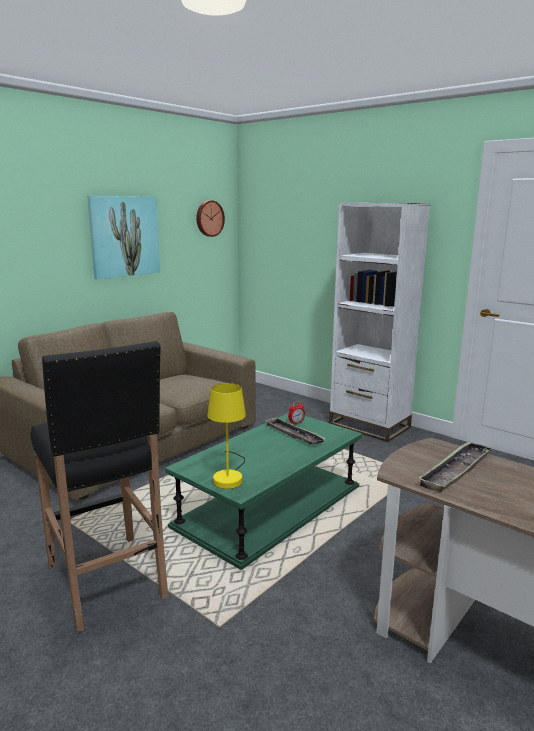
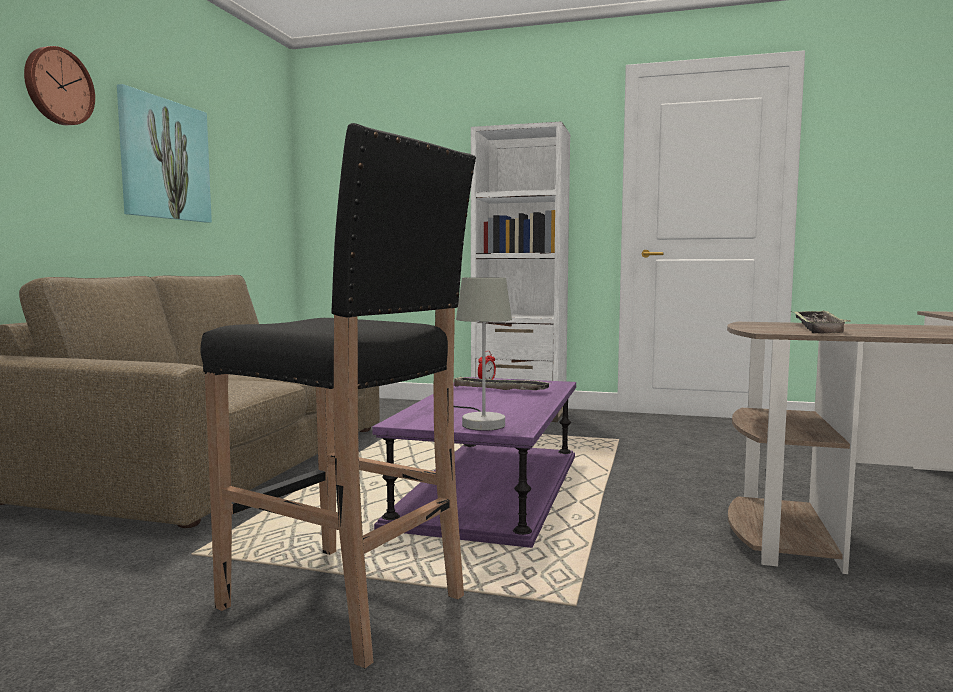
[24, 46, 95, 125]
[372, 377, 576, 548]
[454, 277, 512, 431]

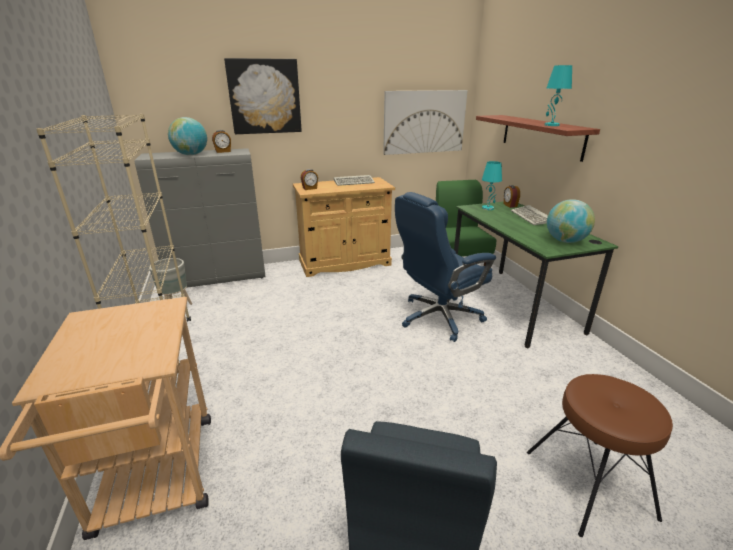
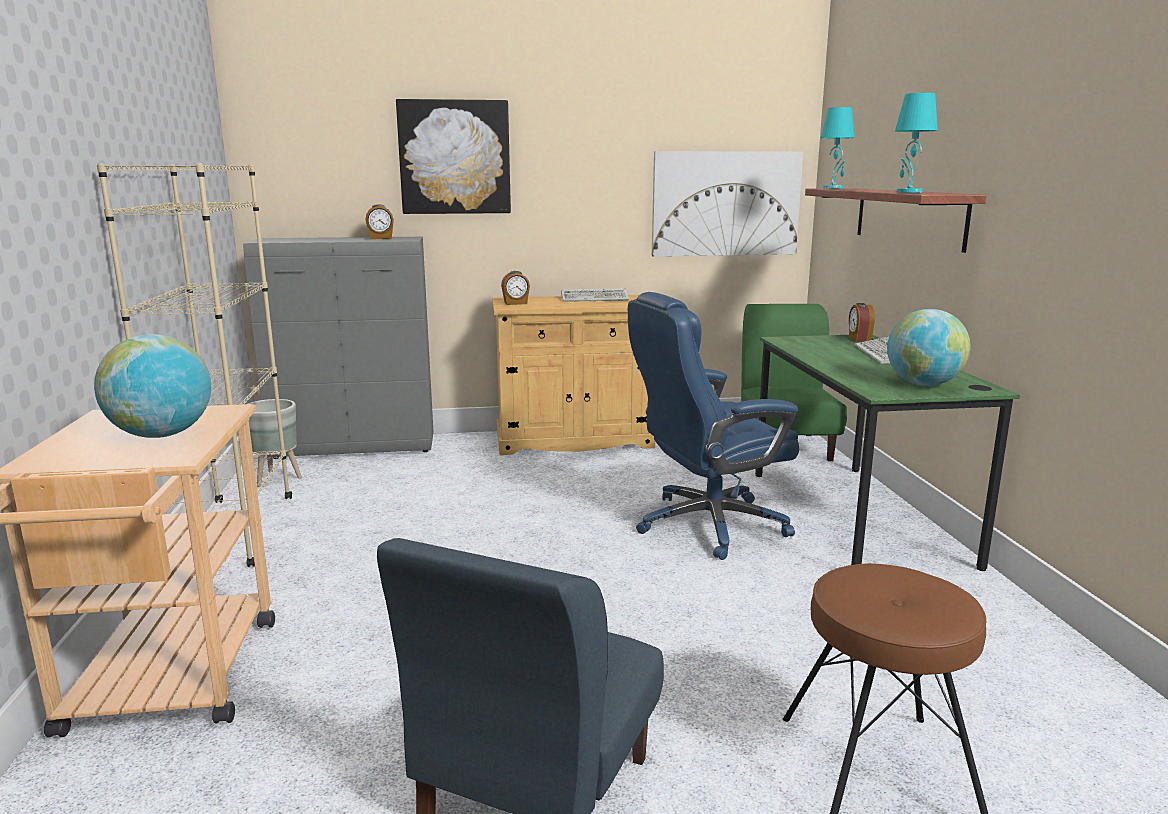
[94, 334, 211, 438]
[821, 107, 855, 189]

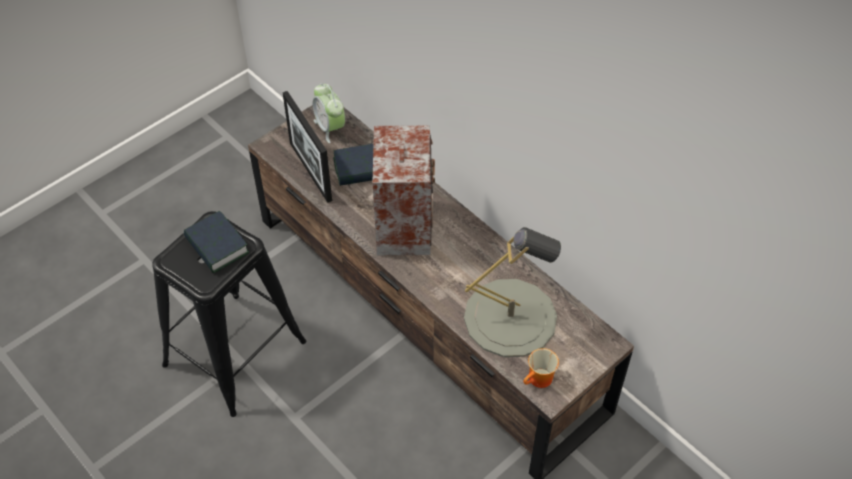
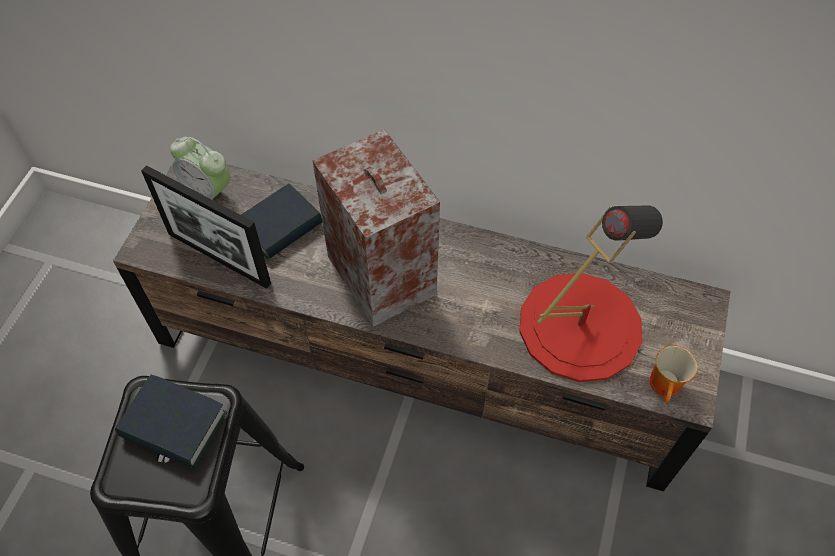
[519, 205, 663, 382]

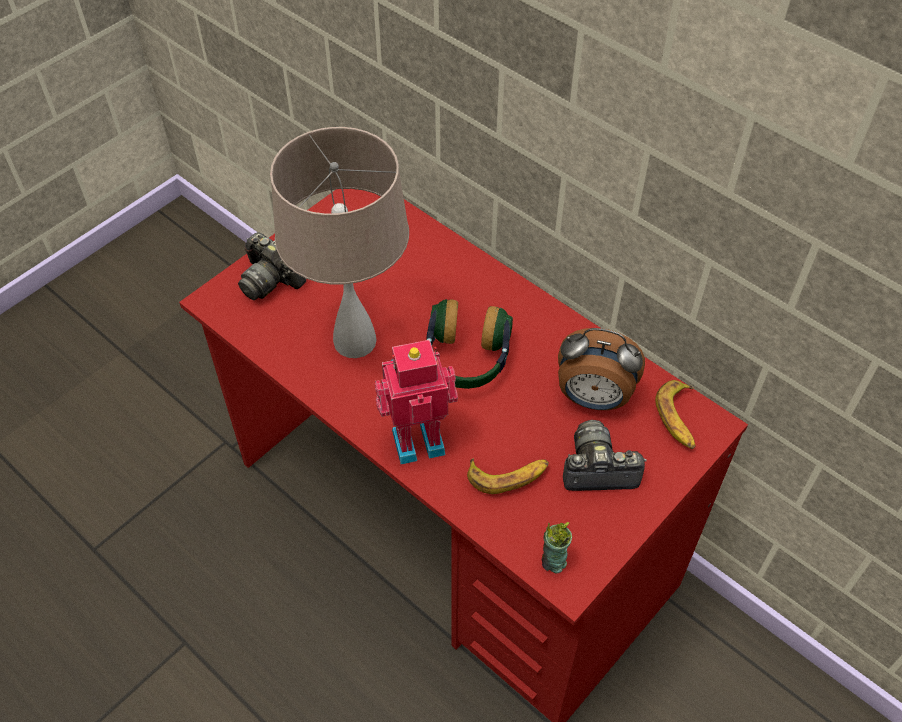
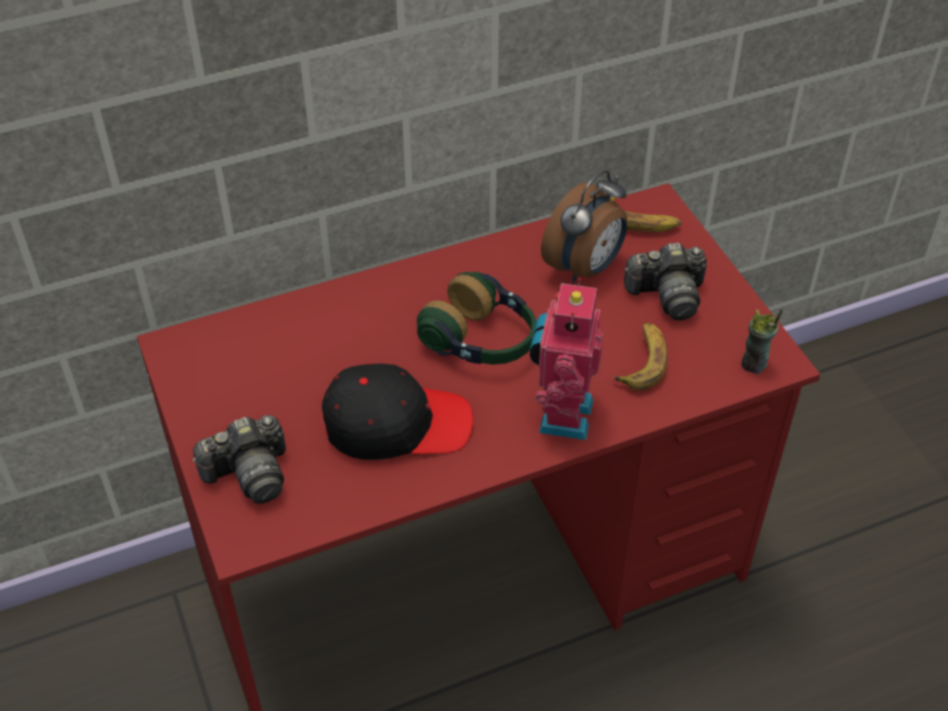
[322, 363, 473, 460]
[624, 243, 707, 320]

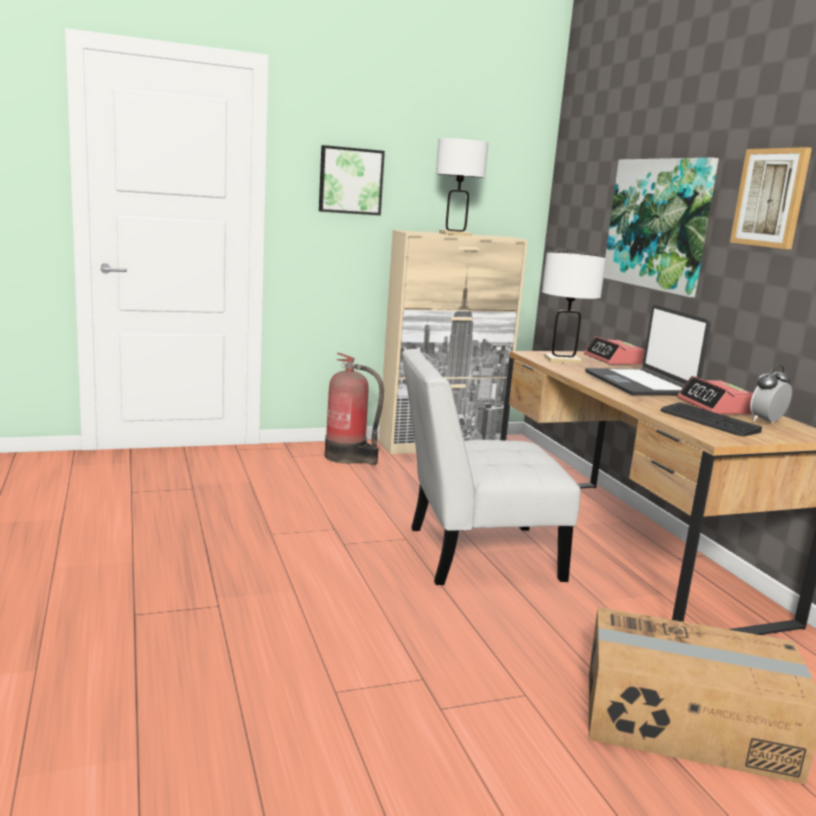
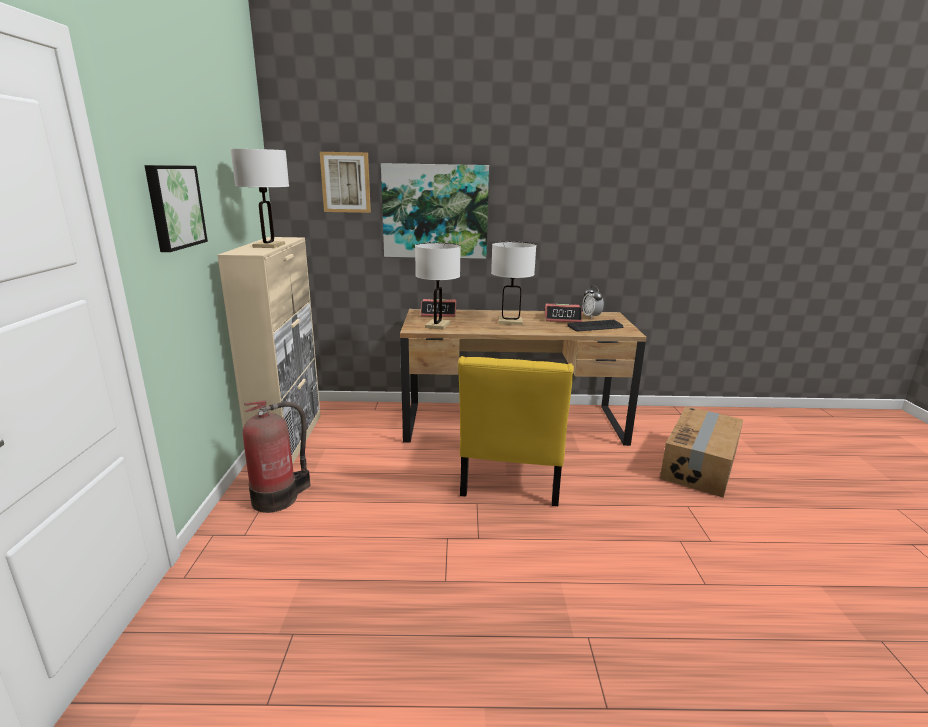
[320, 152, 371, 213]
[491, 242, 536, 325]
[458, 356, 574, 506]

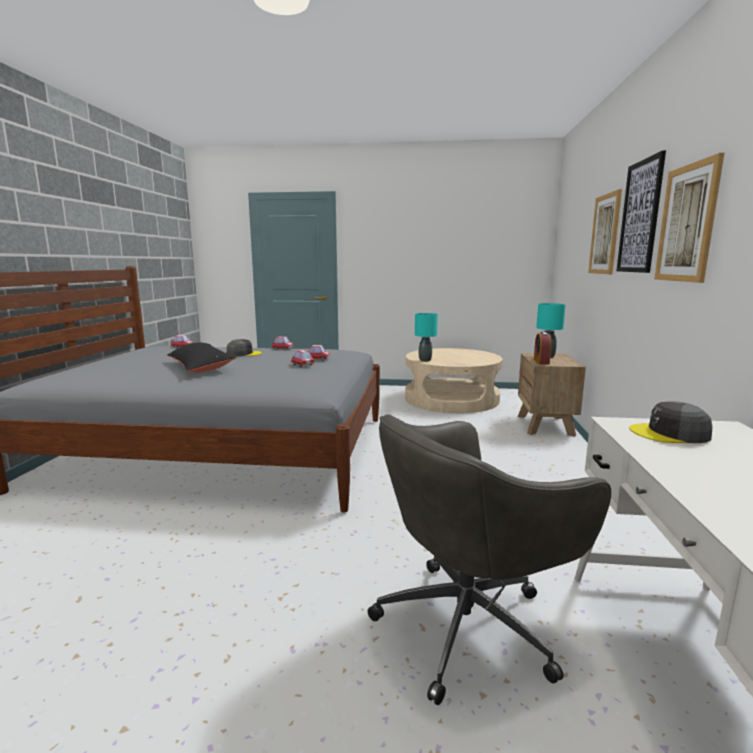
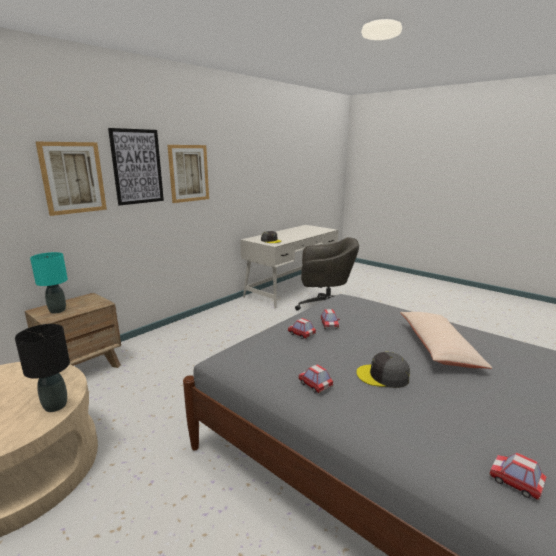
[534, 332, 551, 365] (first image)
[400, 312, 492, 369]
[15, 324, 70, 412]

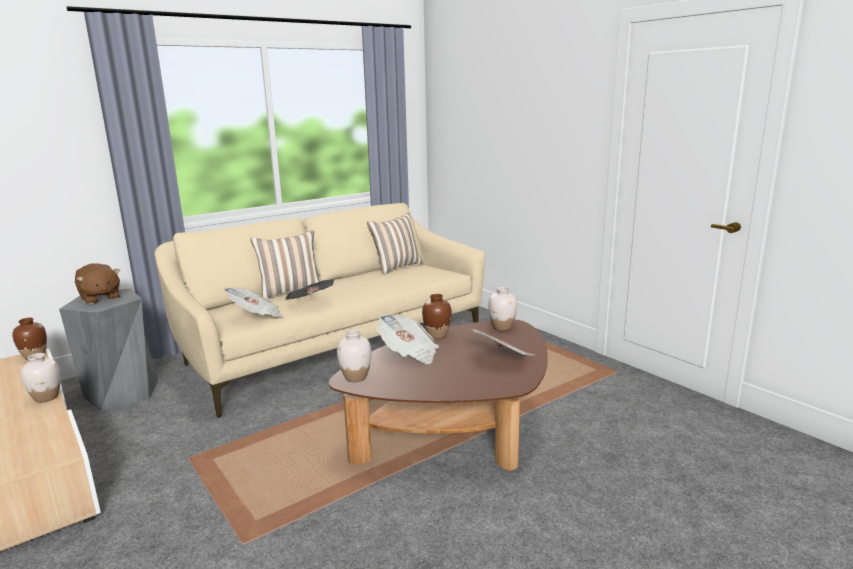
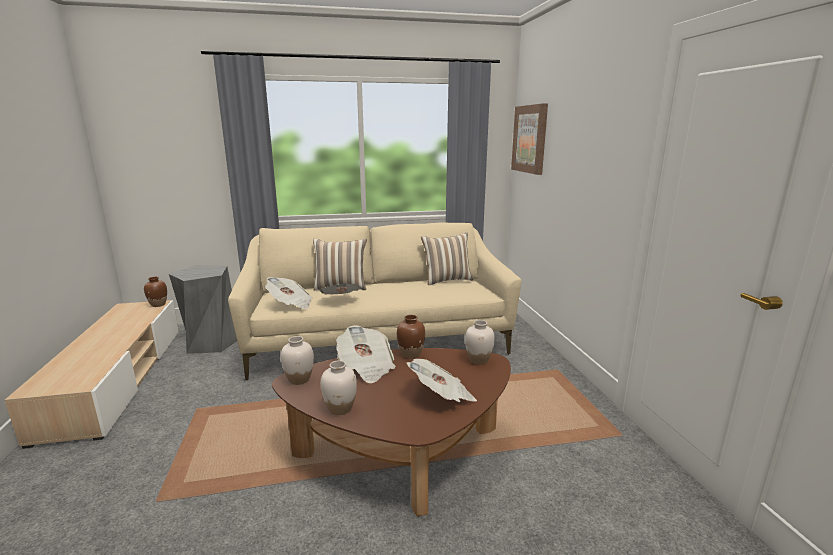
[75, 263, 120, 304] (first image)
[511, 103, 548, 175]
[321, 360, 357, 415]

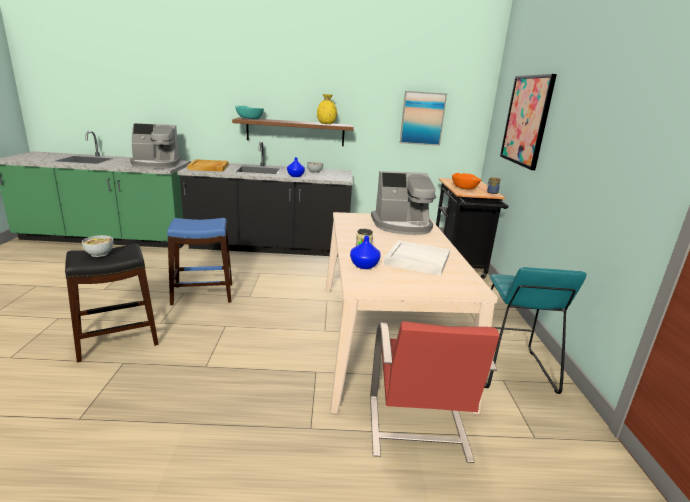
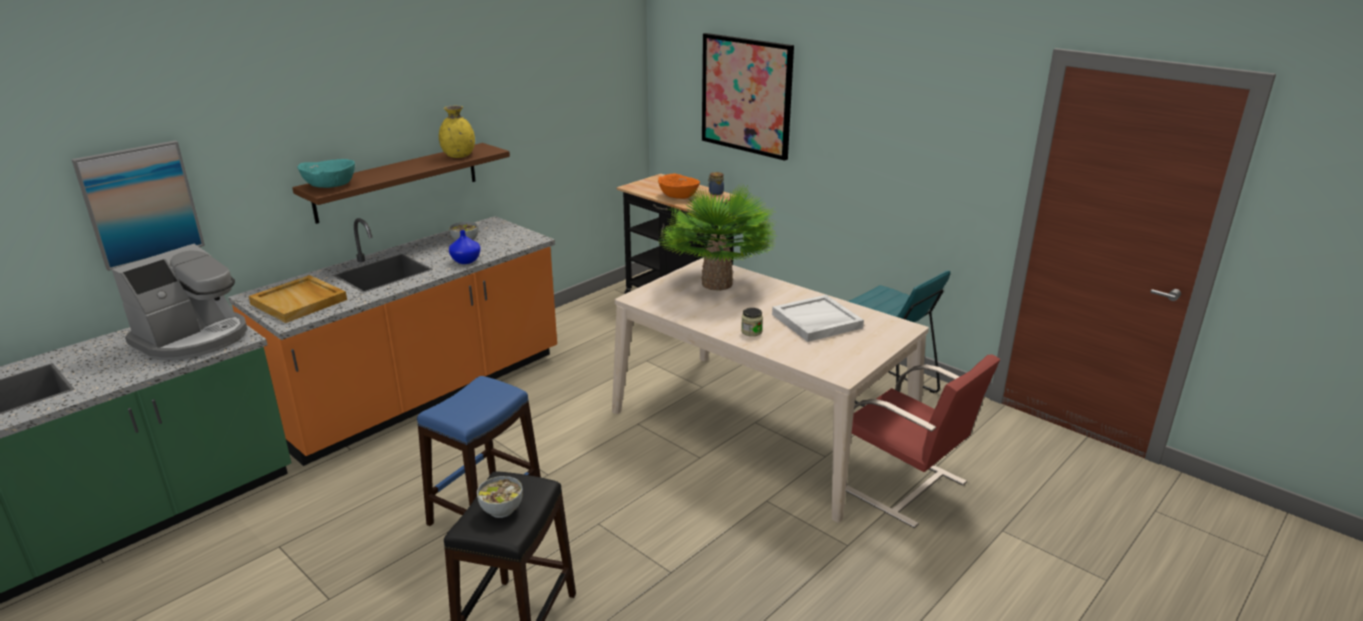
[350, 236, 381, 269] (first image)
[71, 141, 205, 271]
[657, 183, 778, 291]
[228, 216, 557, 466]

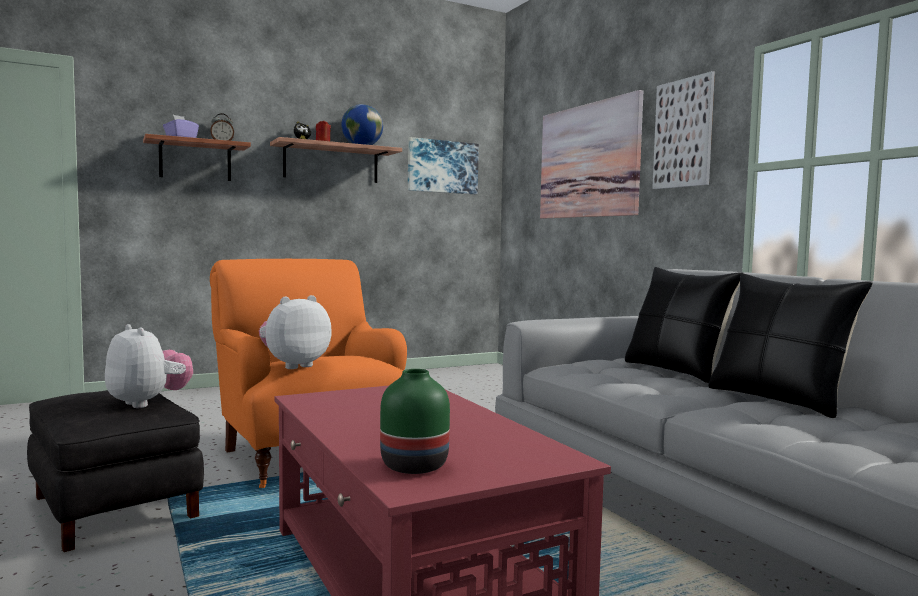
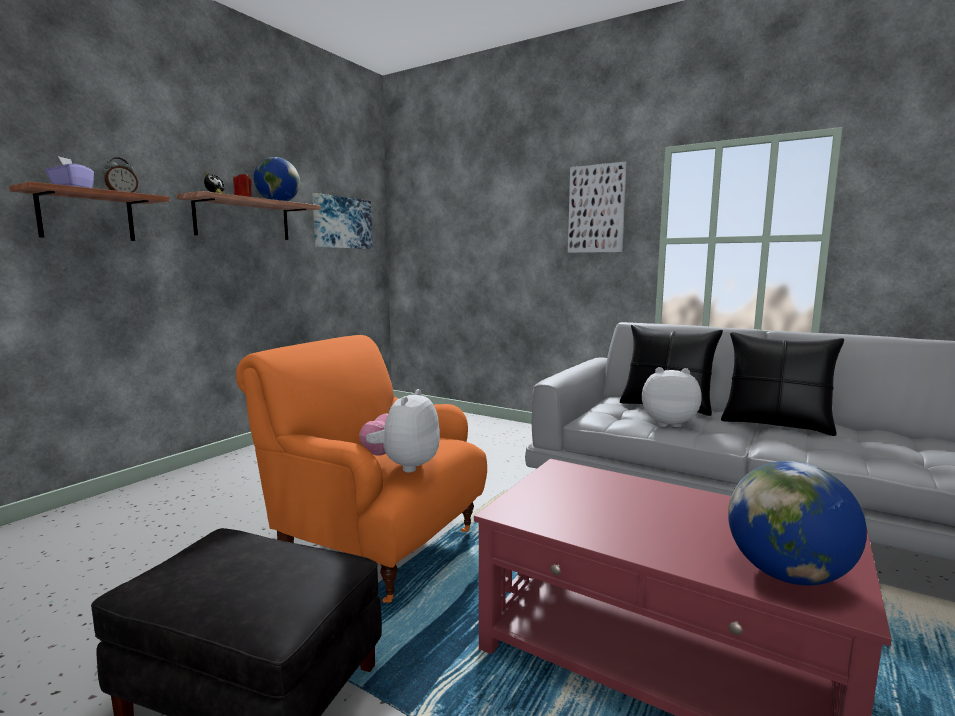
[540, 90, 643, 218] (first image)
[642, 367, 702, 427]
[728, 461, 867, 585]

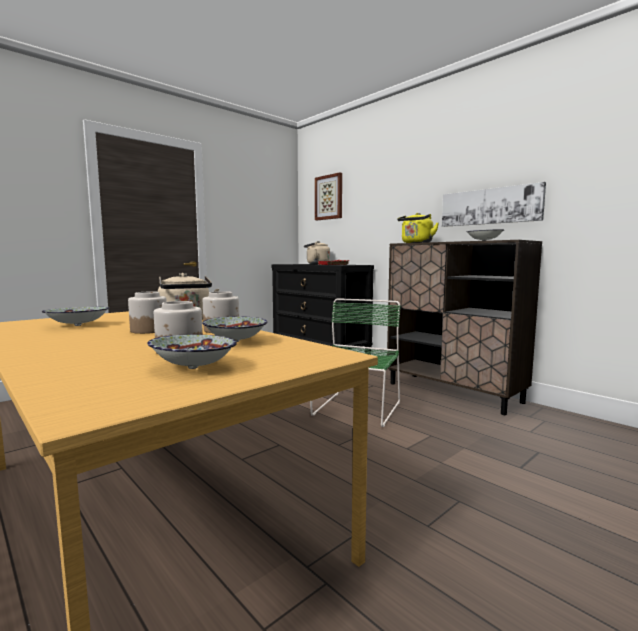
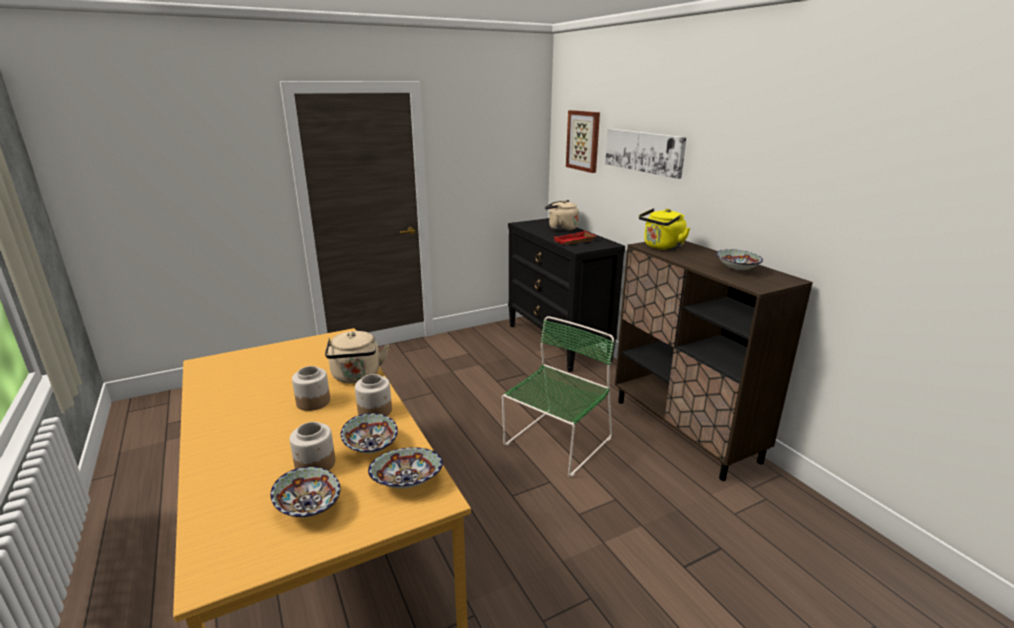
[368, 447, 443, 489]
[605, 129, 687, 179]

